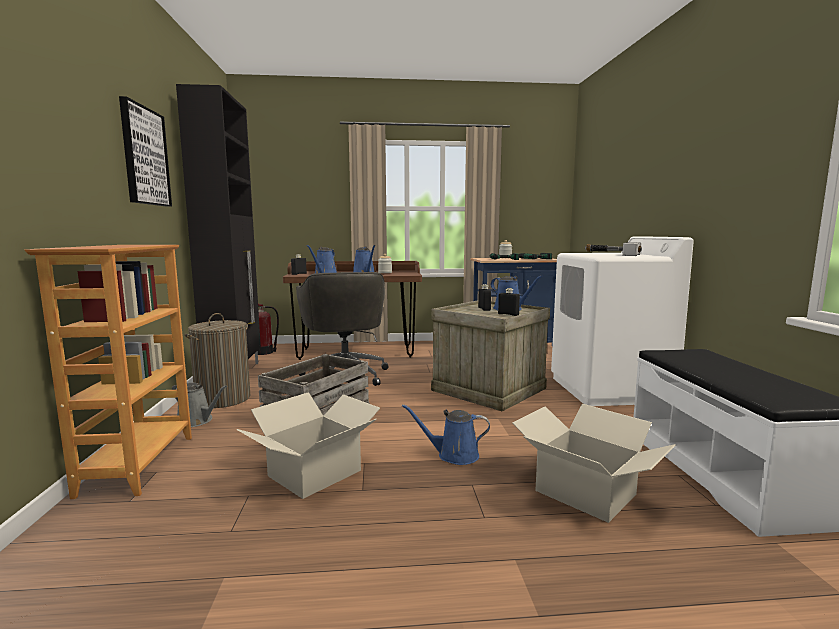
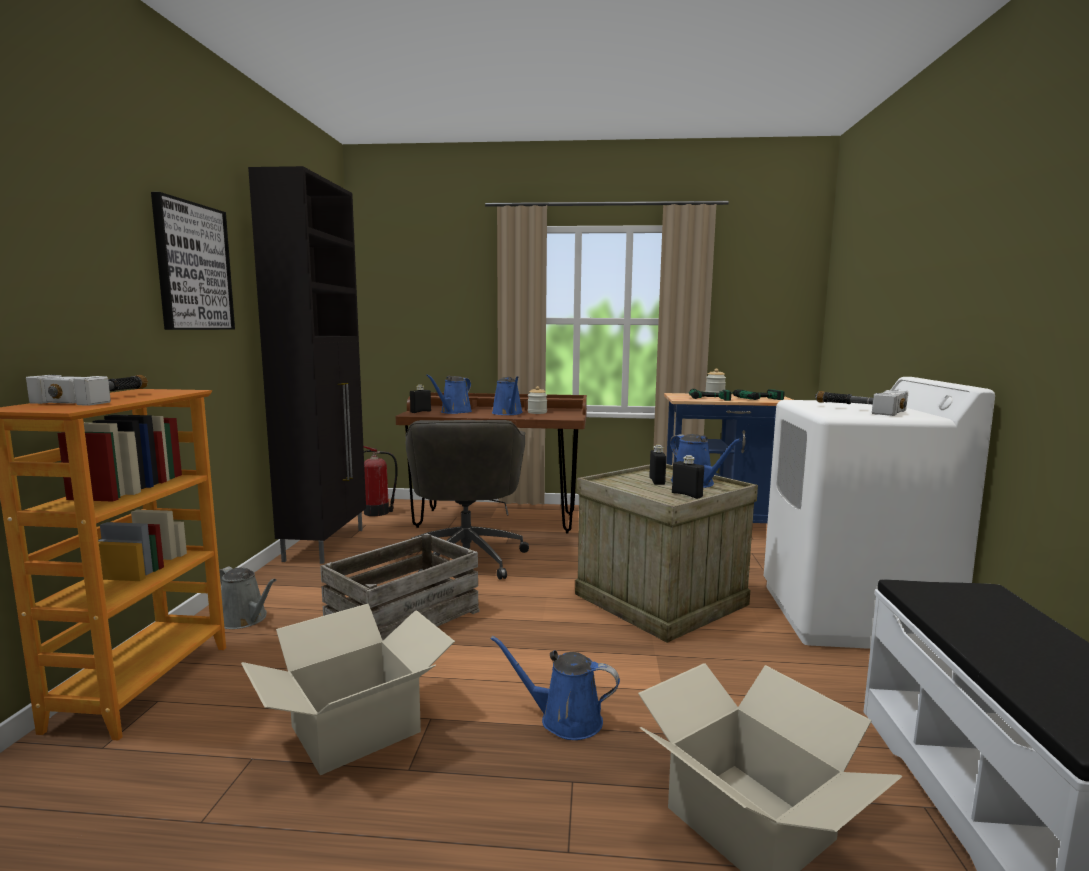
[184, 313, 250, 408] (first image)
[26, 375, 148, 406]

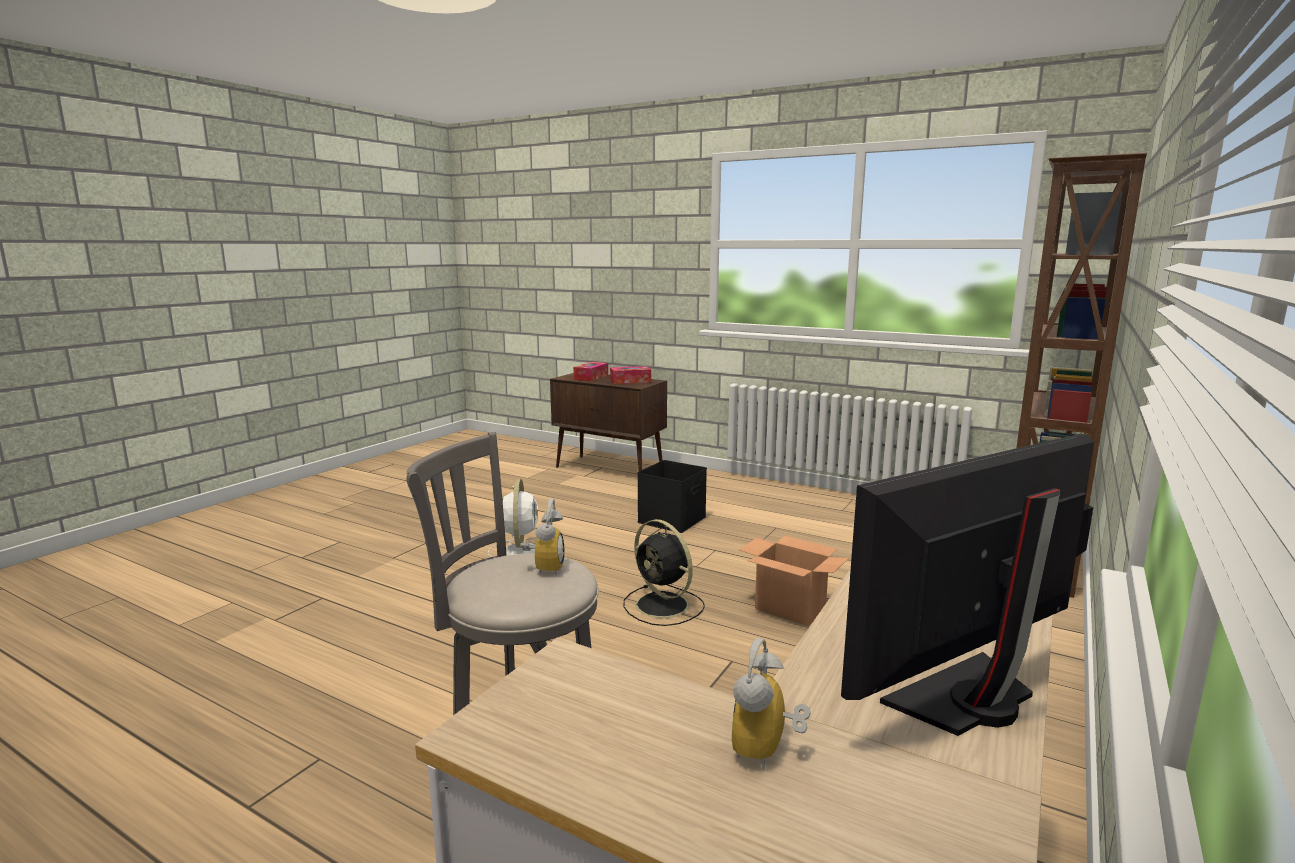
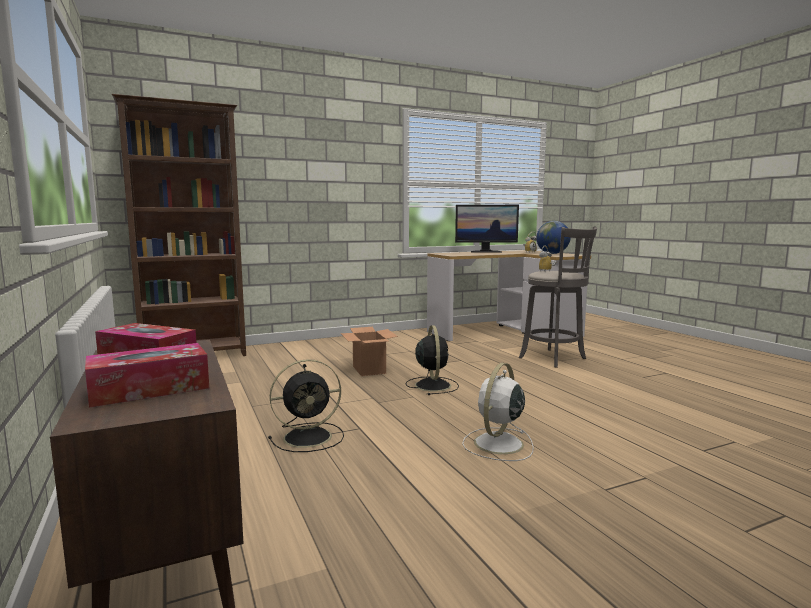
[536, 221, 571, 254]
[268, 359, 344, 452]

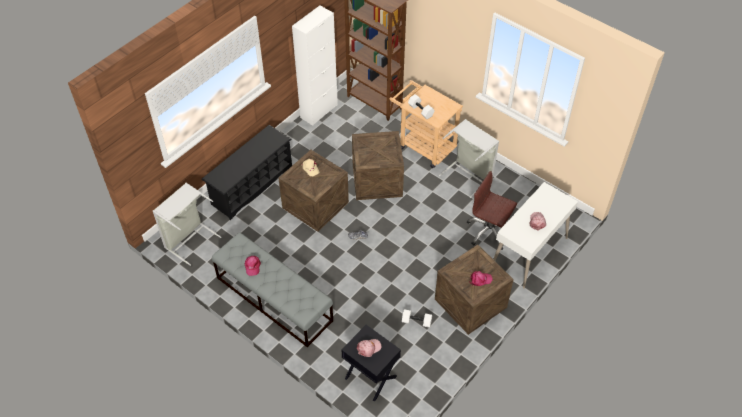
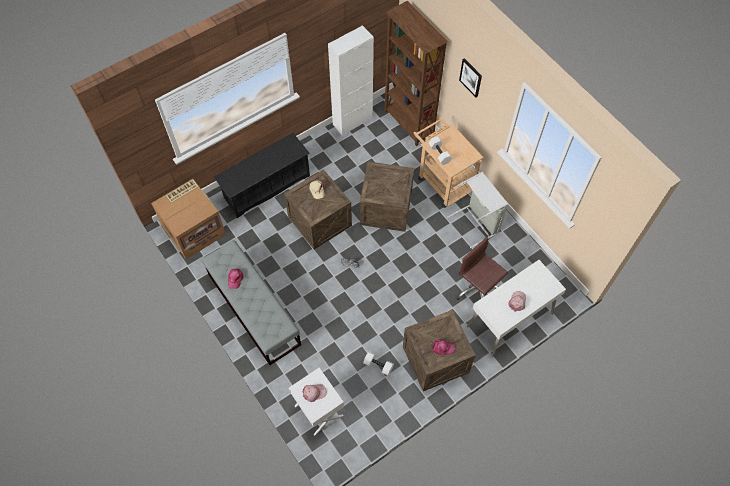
[459, 58, 482, 97]
[151, 179, 226, 259]
[289, 368, 344, 436]

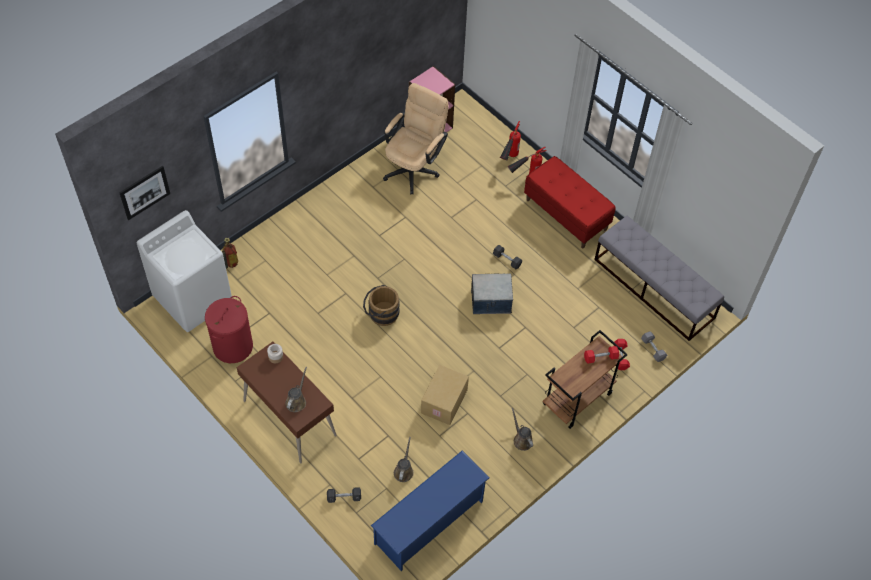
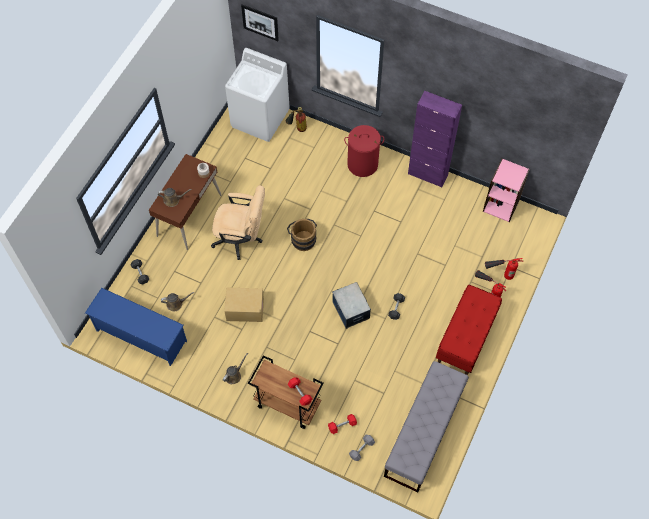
[408, 91, 462, 188]
[344, 125, 384, 177]
[211, 185, 265, 260]

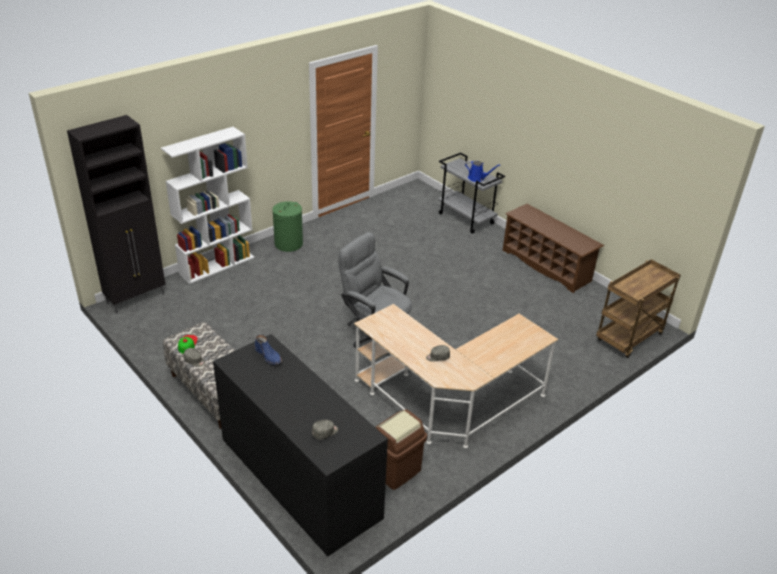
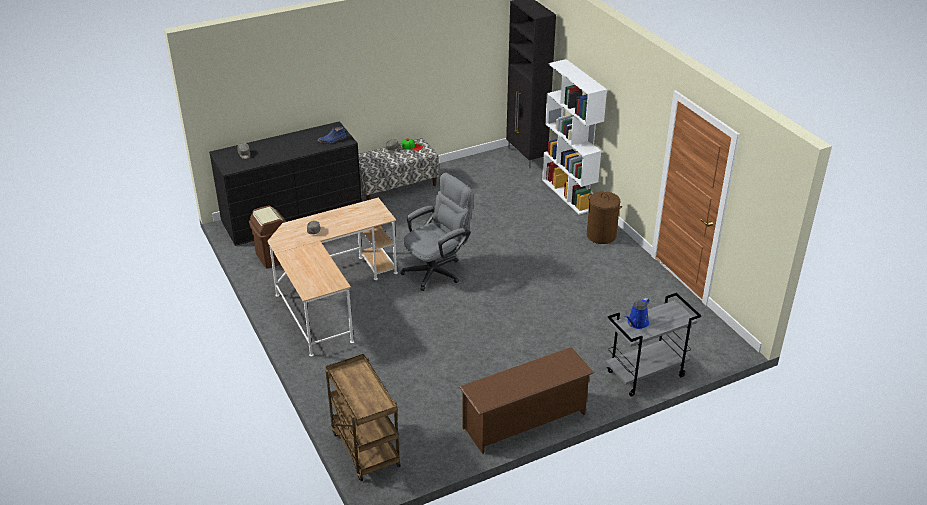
[587, 191, 622, 244]

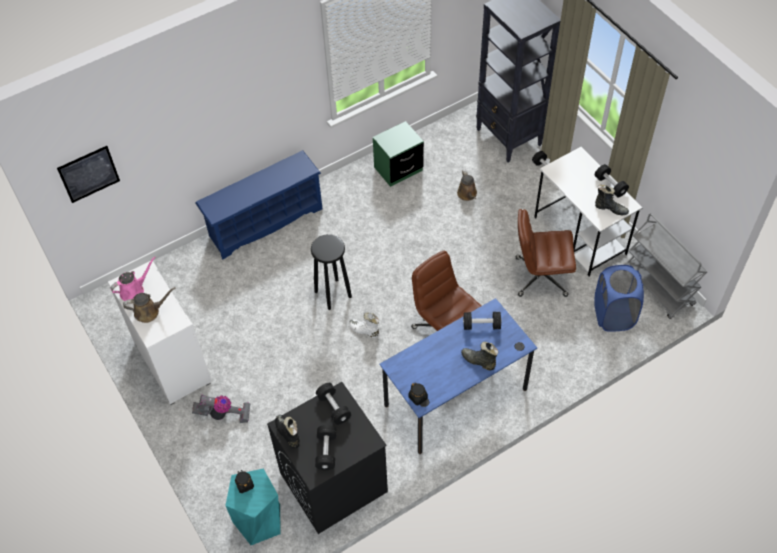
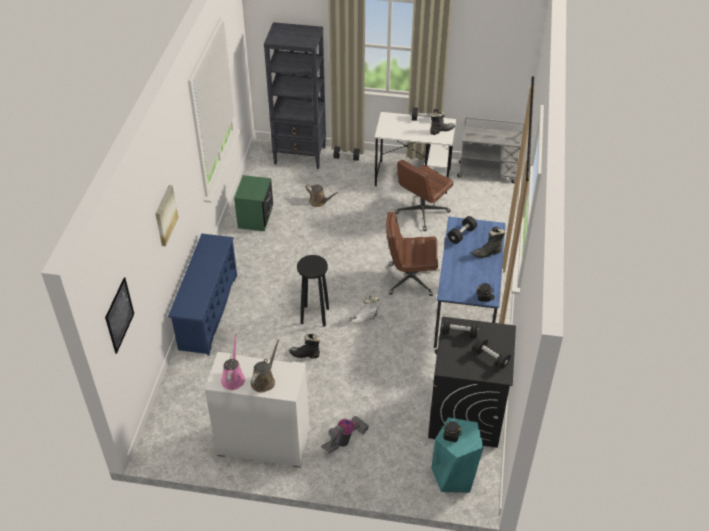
[594, 265, 644, 332] (first image)
[155, 185, 178, 246]
[289, 334, 320, 359]

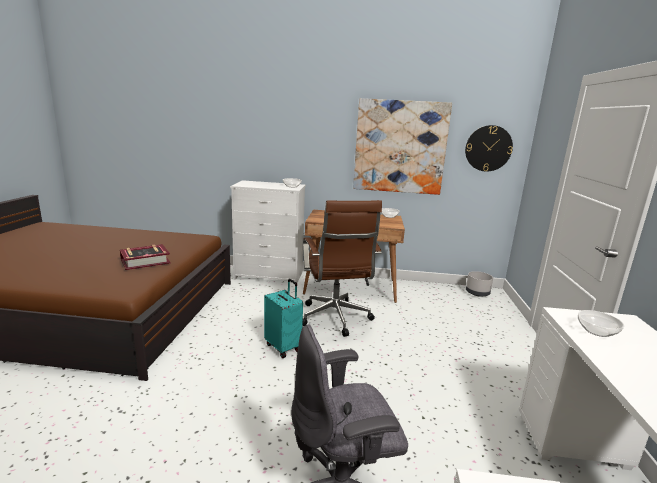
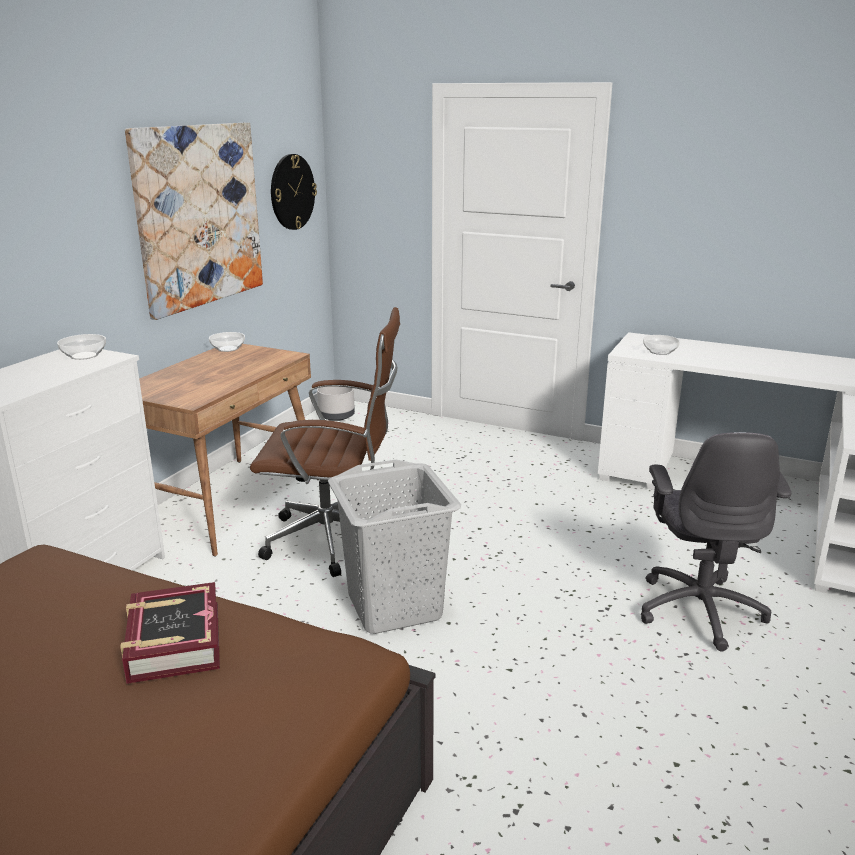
[328, 460, 461, 634]

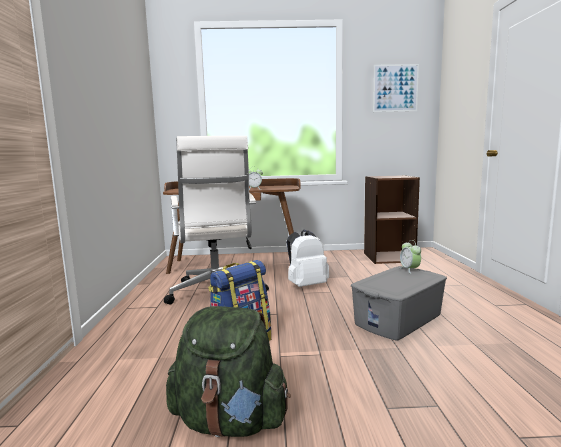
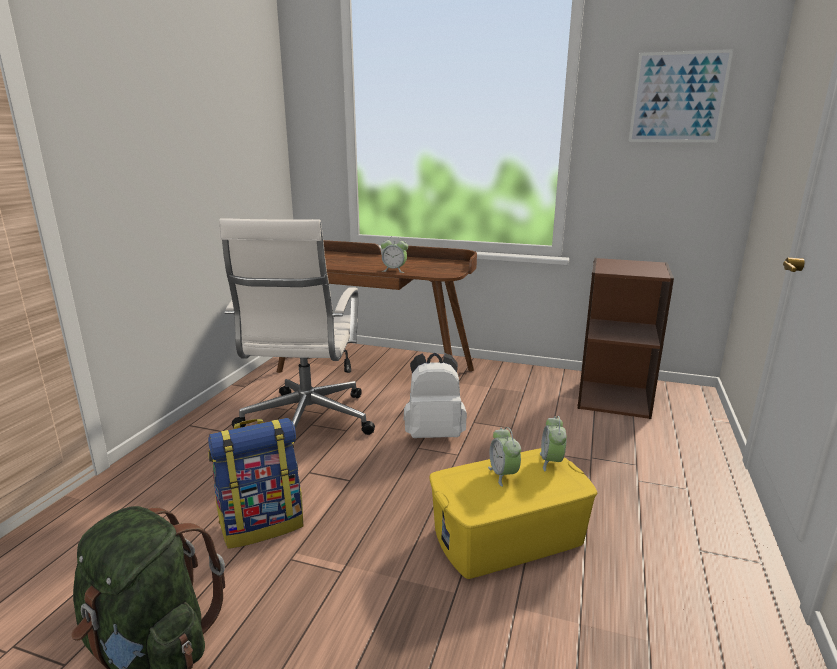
[488, 427, 521, 487]
[430, 448, 597, 579]

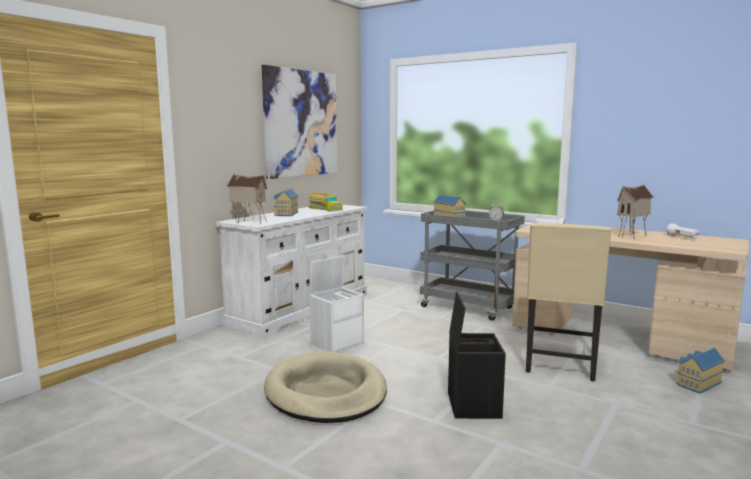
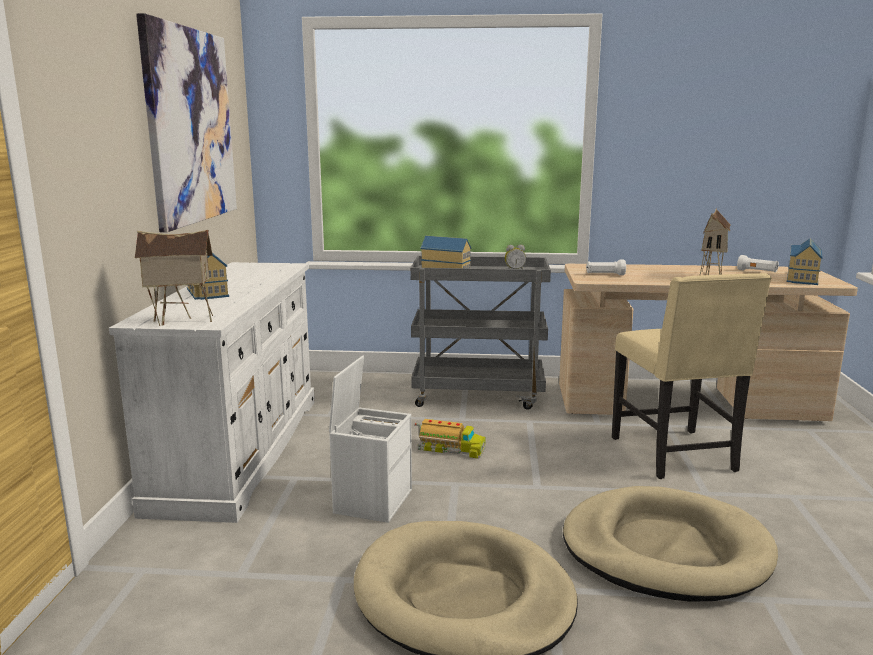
[414, 419, 486, 459]
[787, 238, 823, 285]
[563, 486, 778, 602]

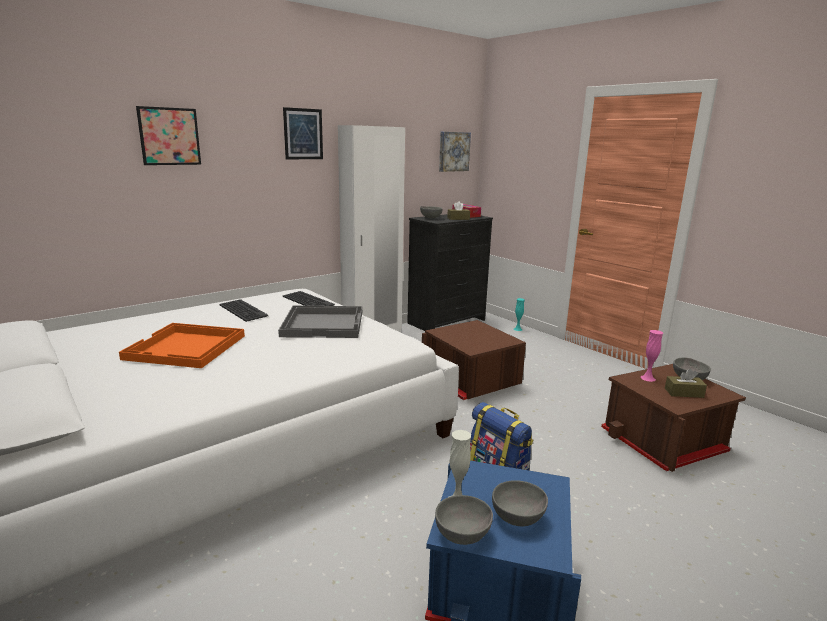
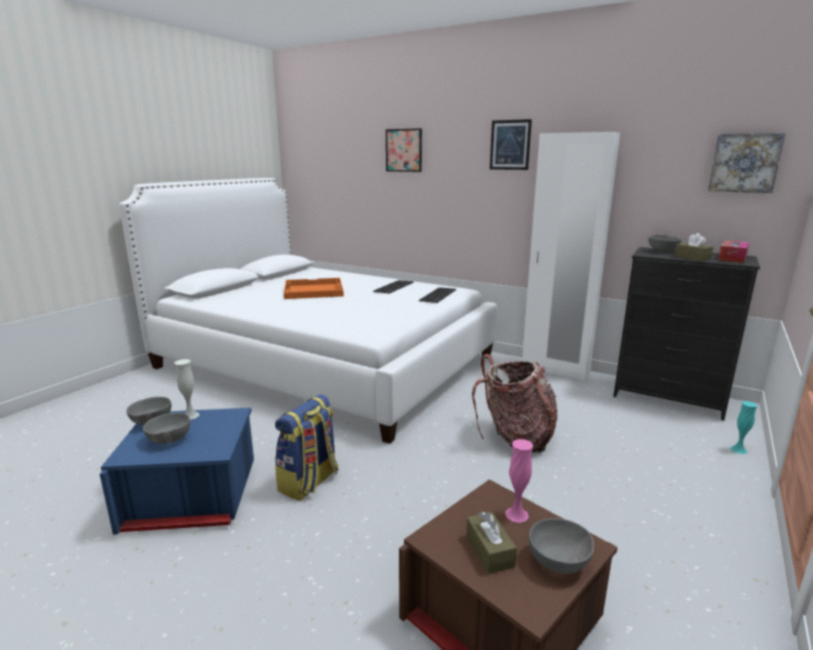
[278, 306, 362, 338] (first image)
[472, 354, 557, 453]

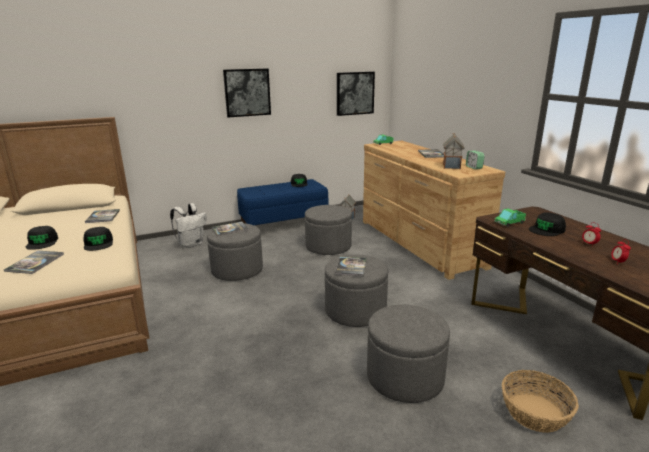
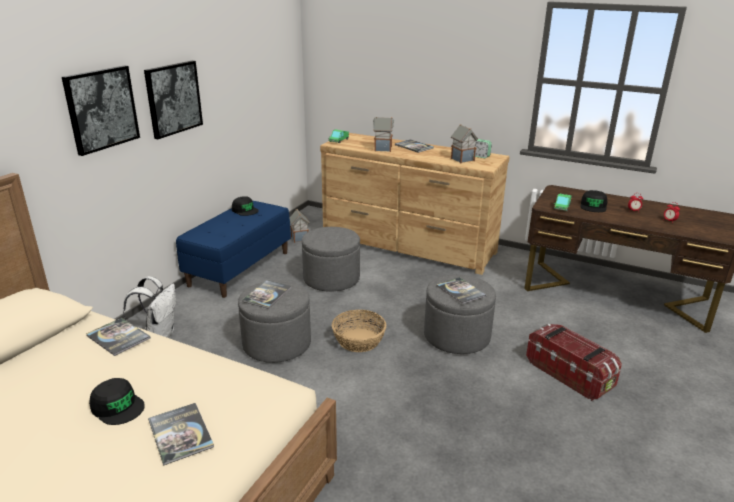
[83, 227, 113, 251] (first image)
[373, 117, 394, 152]
[62, 65, 140, 156]
[332, 310, 387, 352]
[526, 324, 622, 401]

